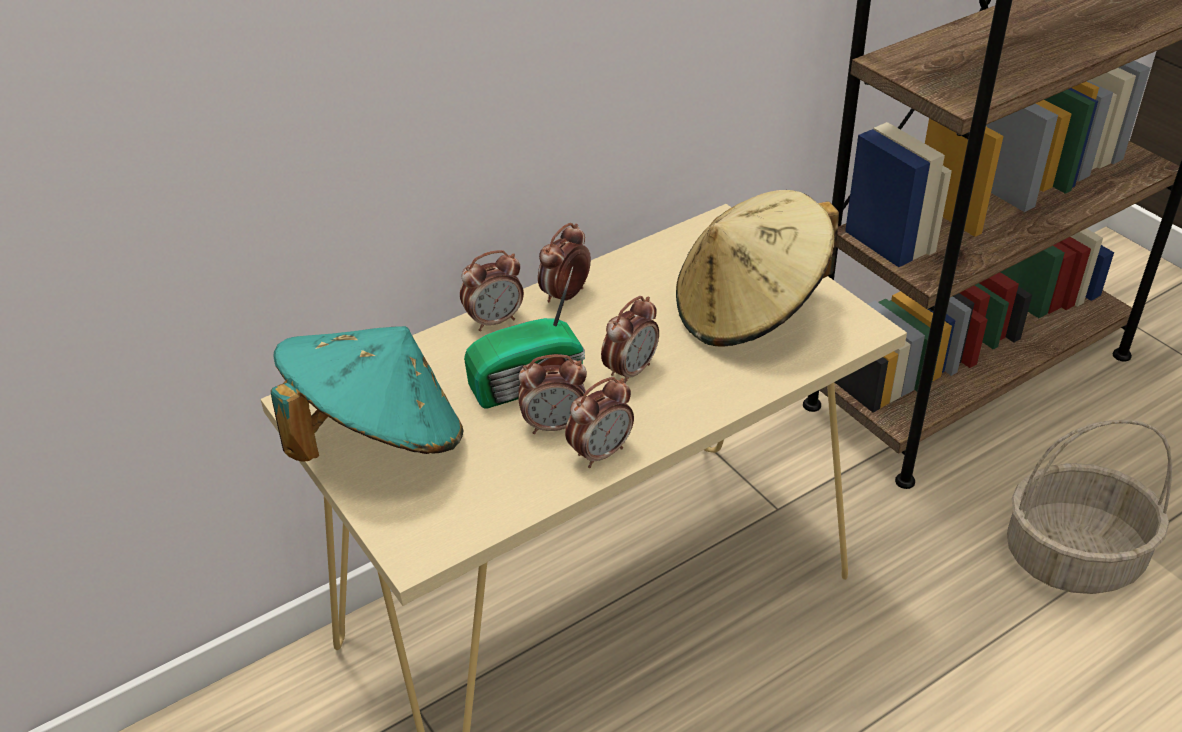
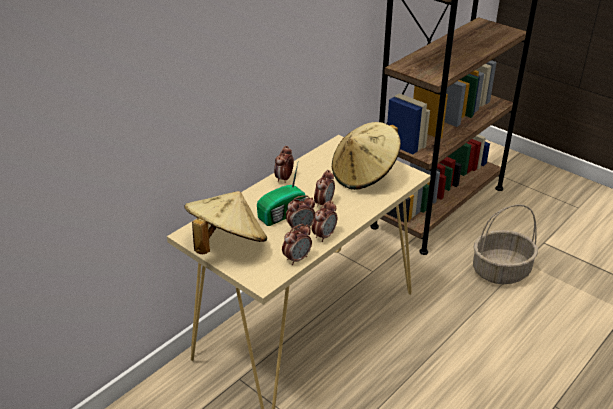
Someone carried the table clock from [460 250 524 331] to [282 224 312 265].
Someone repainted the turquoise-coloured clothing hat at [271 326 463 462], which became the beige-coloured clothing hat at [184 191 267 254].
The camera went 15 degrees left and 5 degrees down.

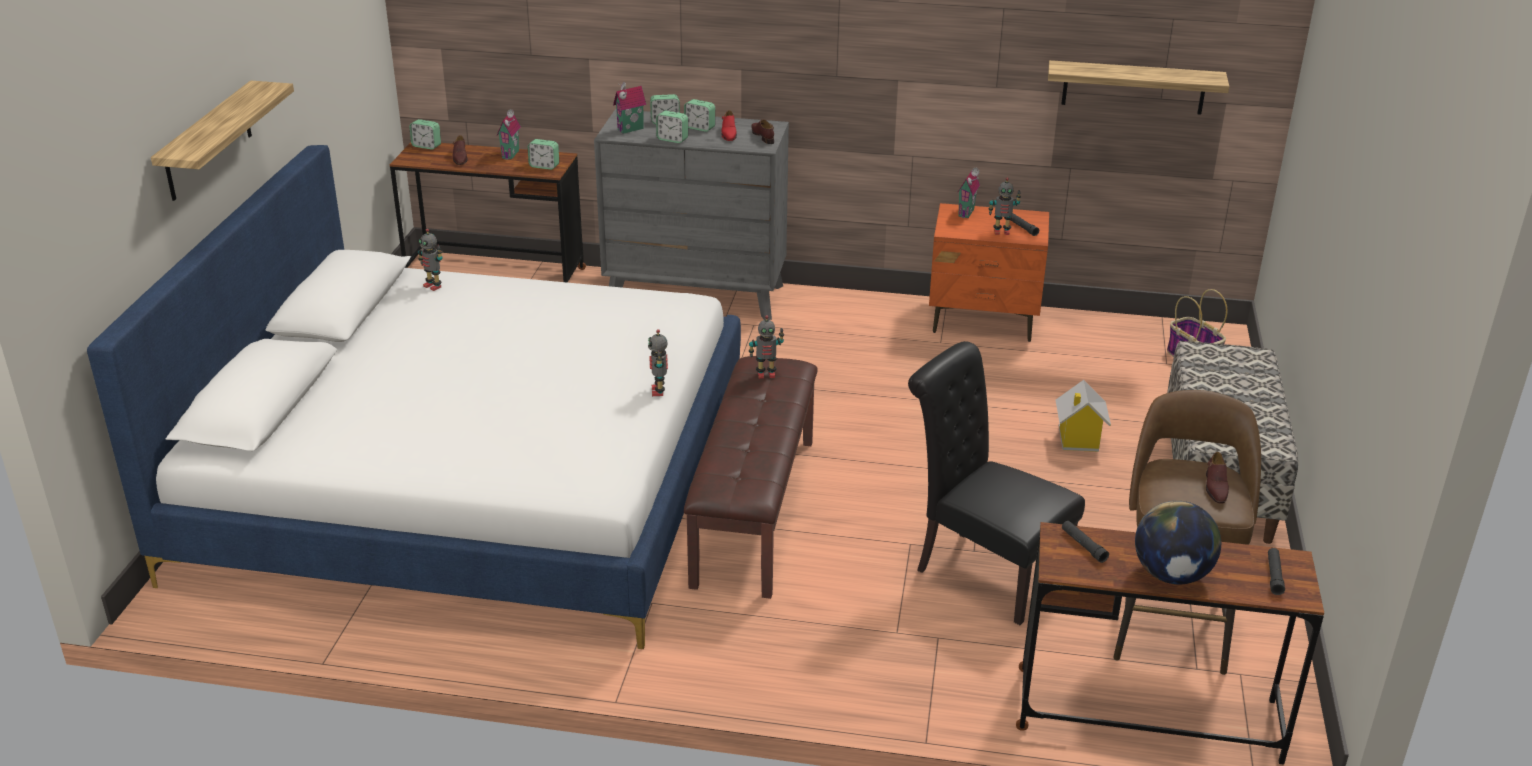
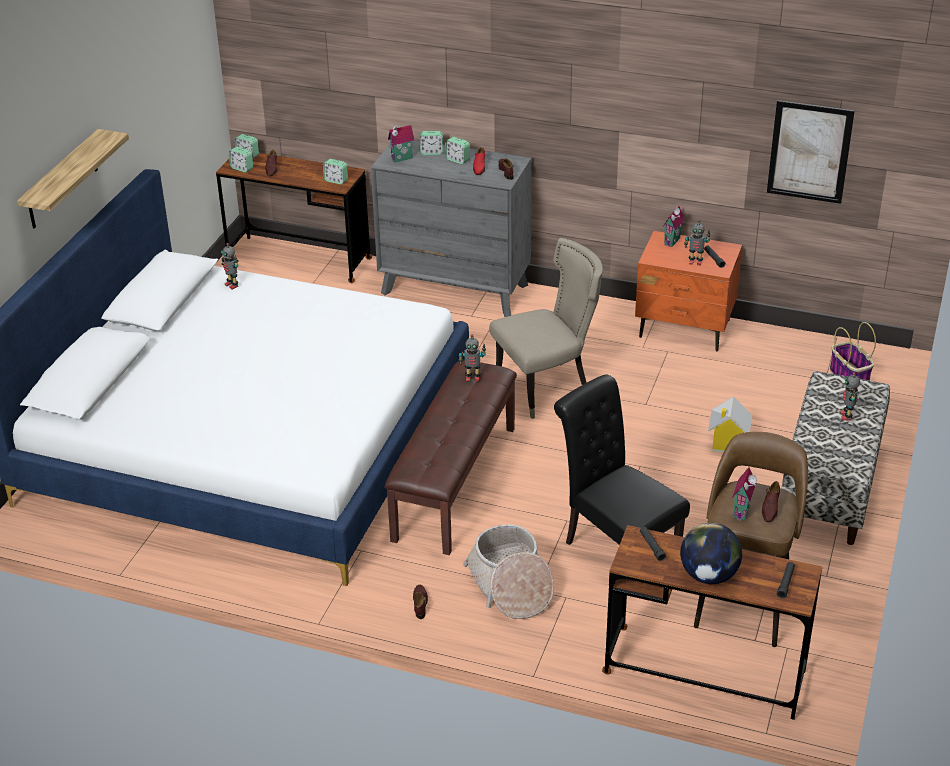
Someone swapped the shelf at [1048 60 1229 115] for the wall art at [767 100 855 204].
Someone carried the model house from [496 109 521 160] to [732 467 757 520].
Someone carried the table clock from [656 111 688 143] to [229 147 253 172].
Someone carried the model robot from [648 329 668 396] to [840 372 860 420].
Someone put down the beige-coloured plain chair at [489 238 603 419].
Someone put down the household basket at [463 525 554 619].
Someone put down the brownish shoe at [413 585 428 619].
The camera went 10 degrees right and 5 degrees up.

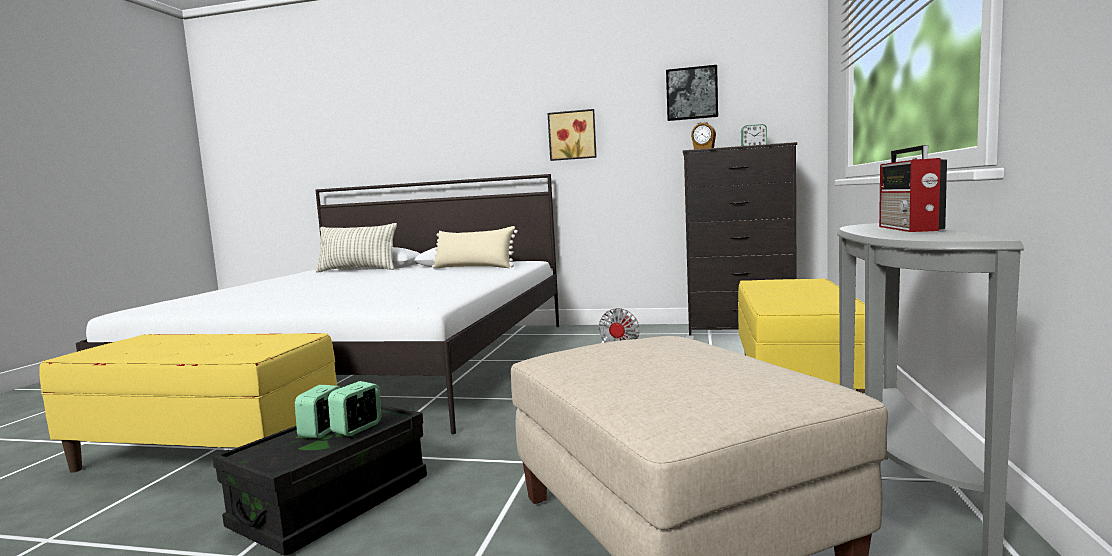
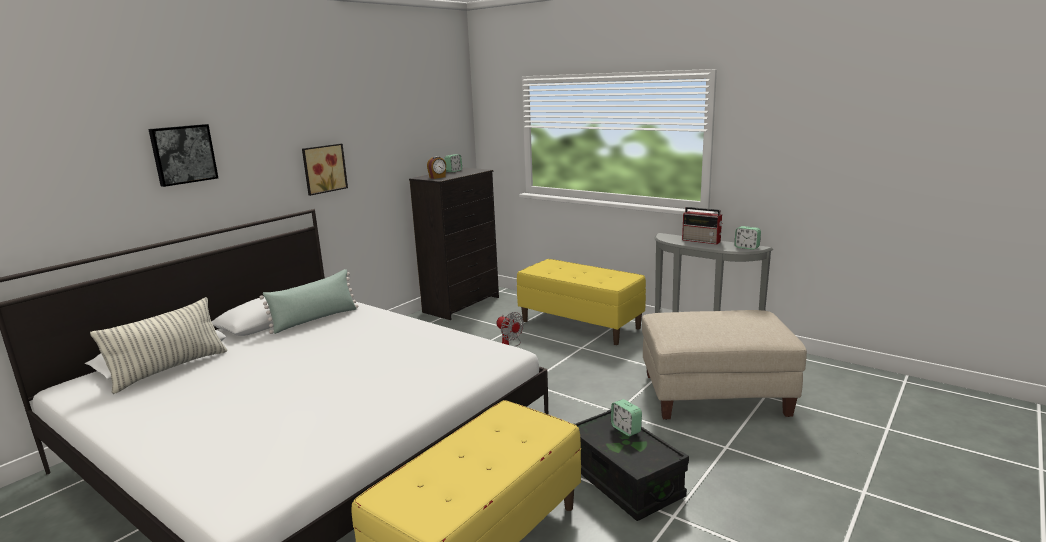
Someone carried the wall art from [666 65 718 121] to [148 124 218 187].
Someone repainted the beige-coloured cushion at [432 226 518 269], which became the green cushion at [259 269 358 334].
Someone carried the table clock from [295 385 340 438] to [734 226 761 250].
The camera went 65 degrees left and 10 degrees up.

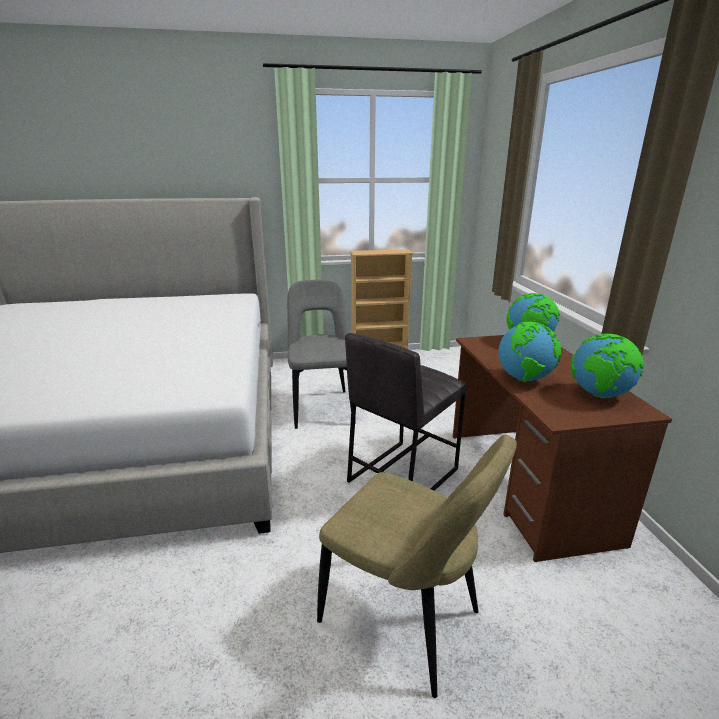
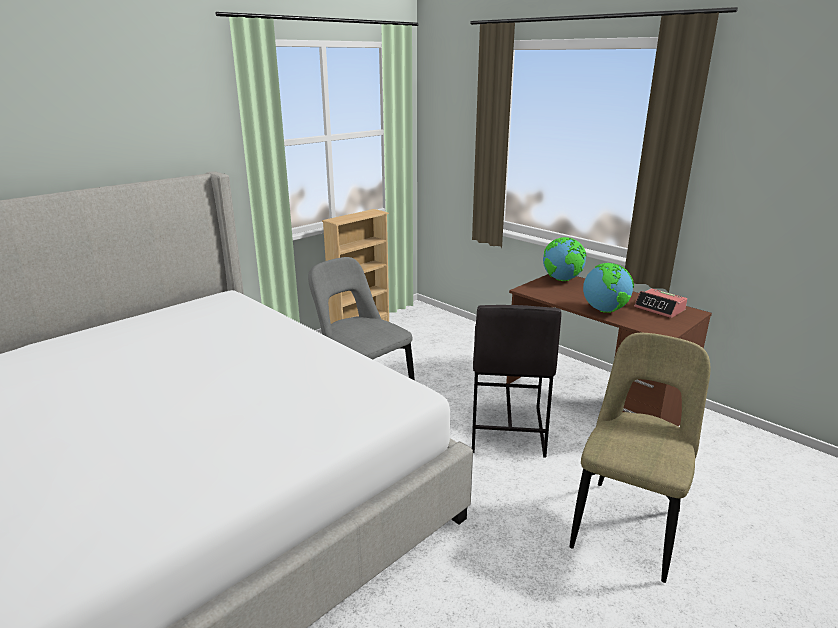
Someone swapped the desk globe at [571 334 644 399] for the table clock at [634 288 687 318].
Someone rotated the beige-coloured plain chair at [317 434 517 698] by 60 degrees counterclockwise.
The camera went 35 degrees left and 0 degrees up.

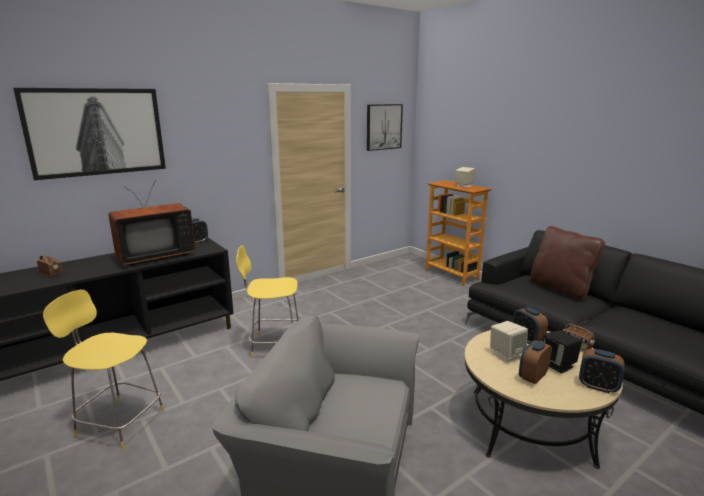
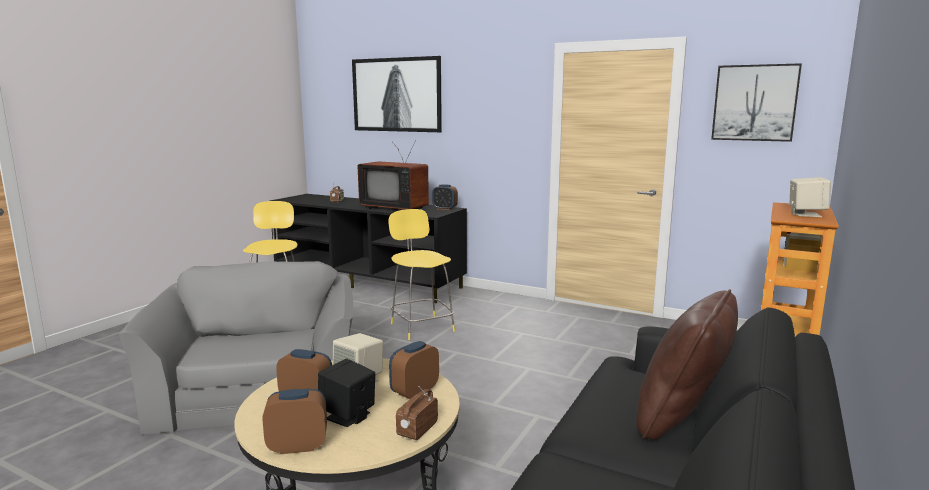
Someone rotated the table clock at [579 349 625 394] by 75 degrees clockwise.
The camera went 65 degrees right and 5 degrees down.

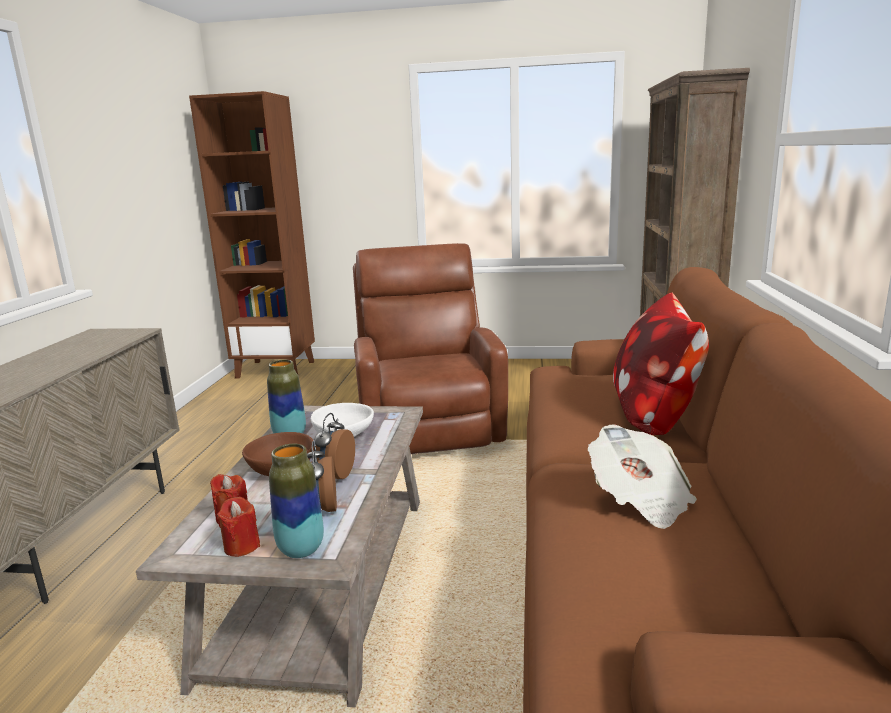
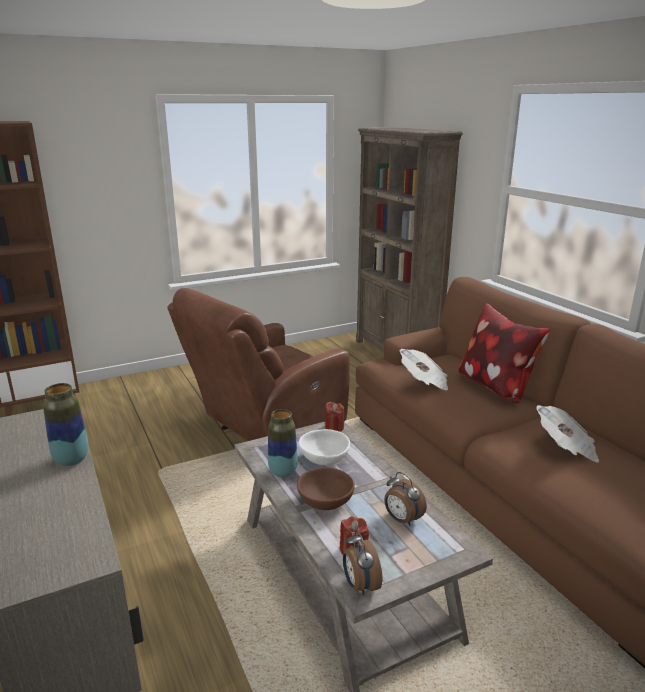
Someone rotated the brownish armchair at [353 243 508 454] by 90 degrees counterclockwise.
Someone carried the table clock from [314 413 355 479] to [343 531 382 596].
Someone carried the decorative vase from [269 444 324 558] to [43 383 88 466].
Someone carried the reddish wax light from [217 497 260 557] to [325 402 344 432].
Someone put down the printed paper at [400 349 448 390].
The camera went 35 degrees left and 5 degrees up.

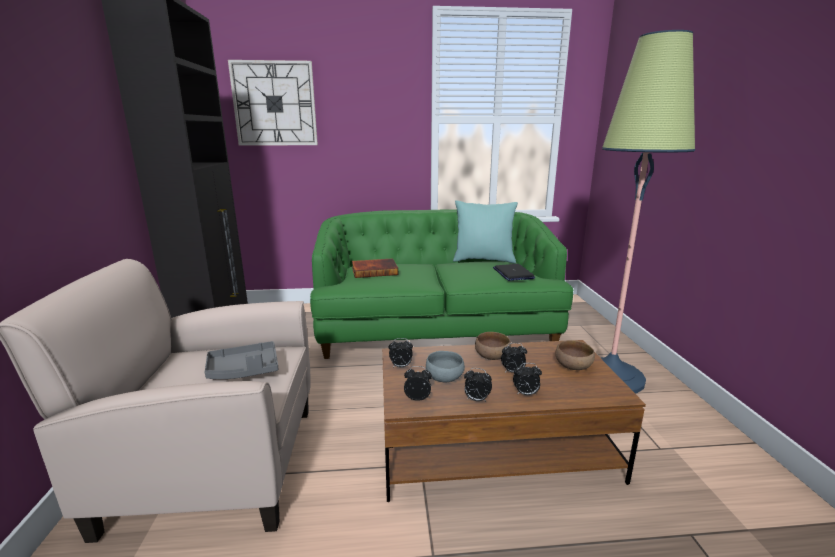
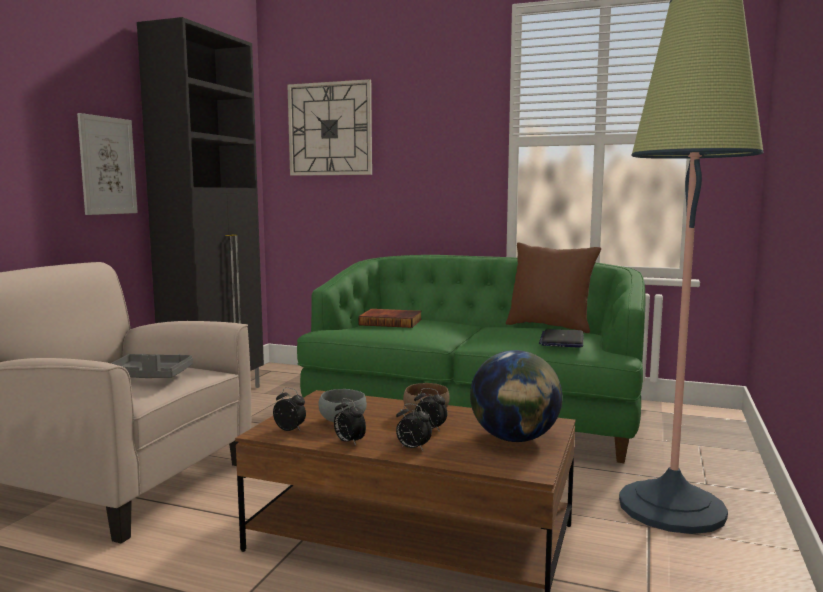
Someone repainted the turquoise-coloured cushion at [453 200 518 263], which became the brownish cushion at [506 242 601 333].
Someone took away the table clock at [389 338 413 368].
Someone swapped the brownish serving bowl at [555 340 595 370] for the desk globe at [470 350 562 442].
Someone put up the wall art at [77 113 138 215].
The camera went 25 degrees right and 10 degrees down.

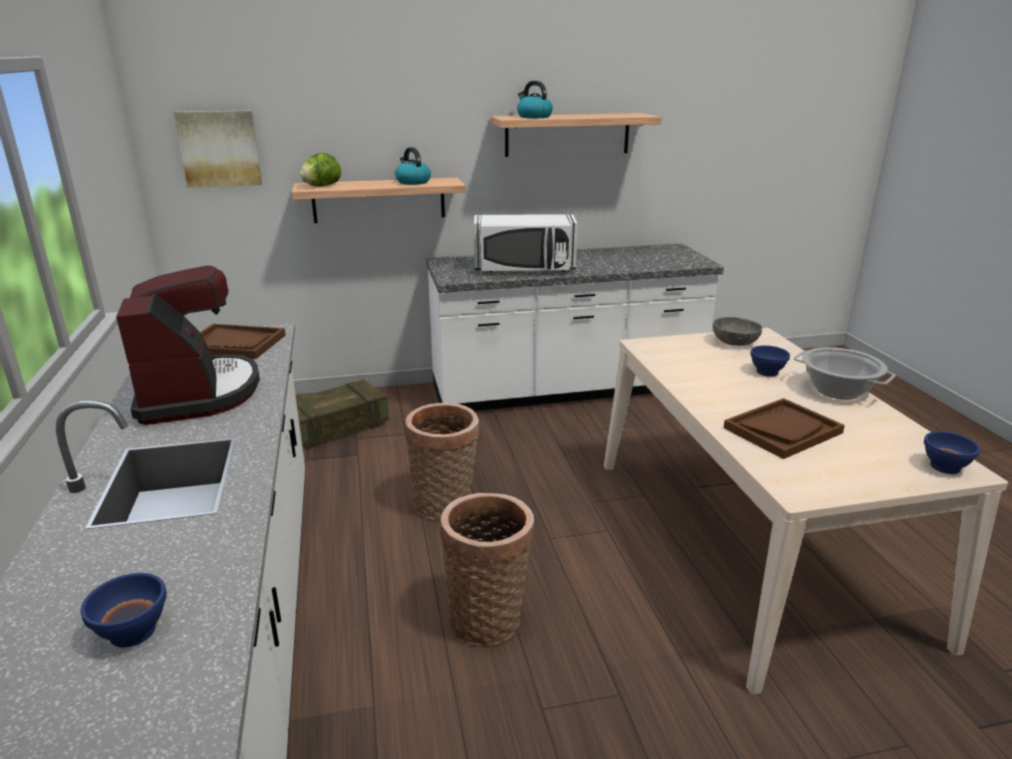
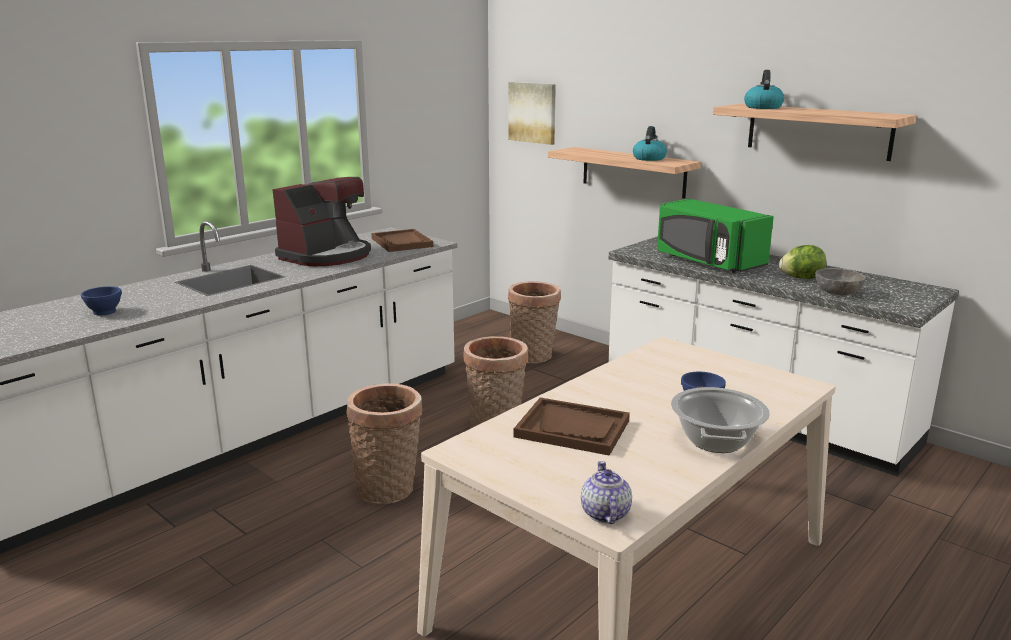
Someone carried the head of lettuce from [300 153 341 187] to [779 245 826 279].
Someone repainted the whitish kitchen microwave at [474 214 578 273], which became the green kitchen microwave at [657 199 774 273].
Someone carried the gray serving bowl from [713 317 763 346] to [815 268 866 295].
Someone swapped the shipping crate at [296 380 389 449] for the household basket at [508 281 561 363].
Someone swapped the bluish serving bowl at [924 431 980 474] for the pot for tea at [581 461 632 524].
The camera went 55 degrees right and 5 degrees down.

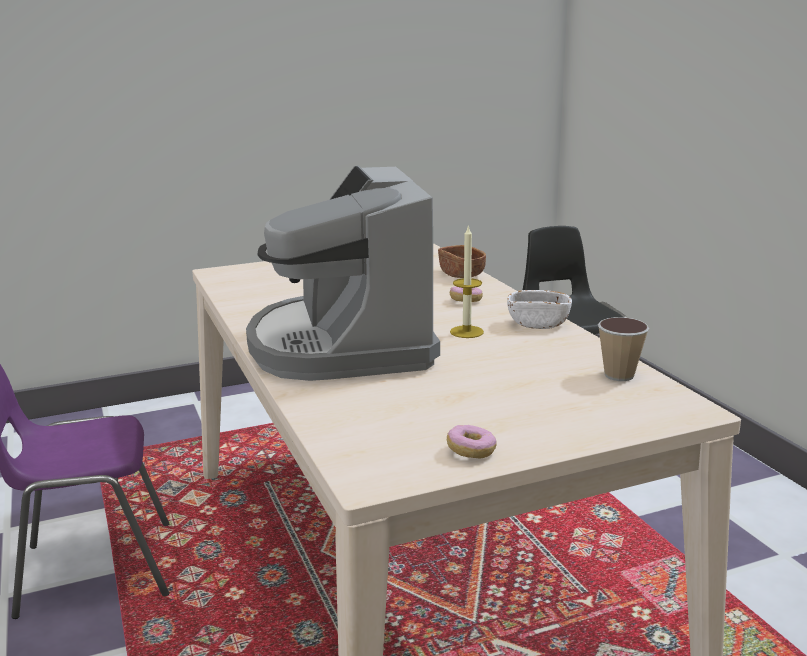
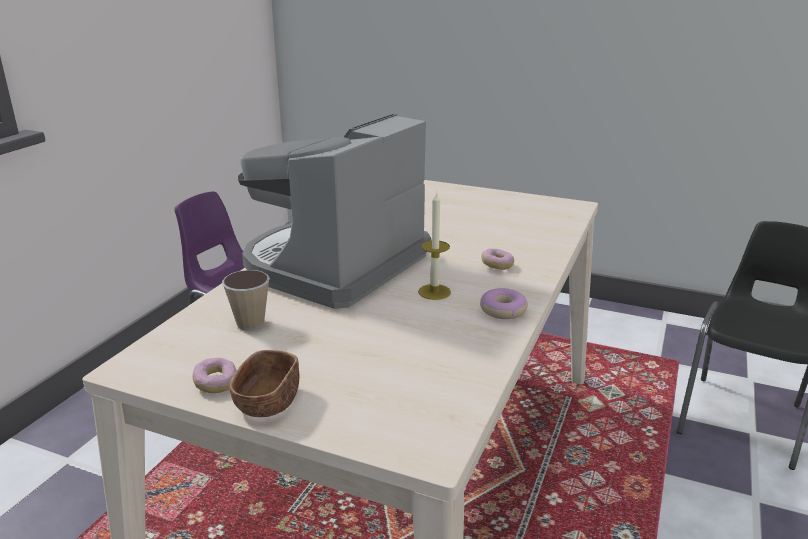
Someone carried the brownish serving bowl from [438 245 486 278] to [229 350 299 417].
Someone swapped the whitish serving bowl at [507 290 572 329] for the donut at [480 288 528 319].
Someone carried the cup from [598 317 649 381] to [222 270 270 331].
The camera went 45 degrees right and 5 degrees up.

